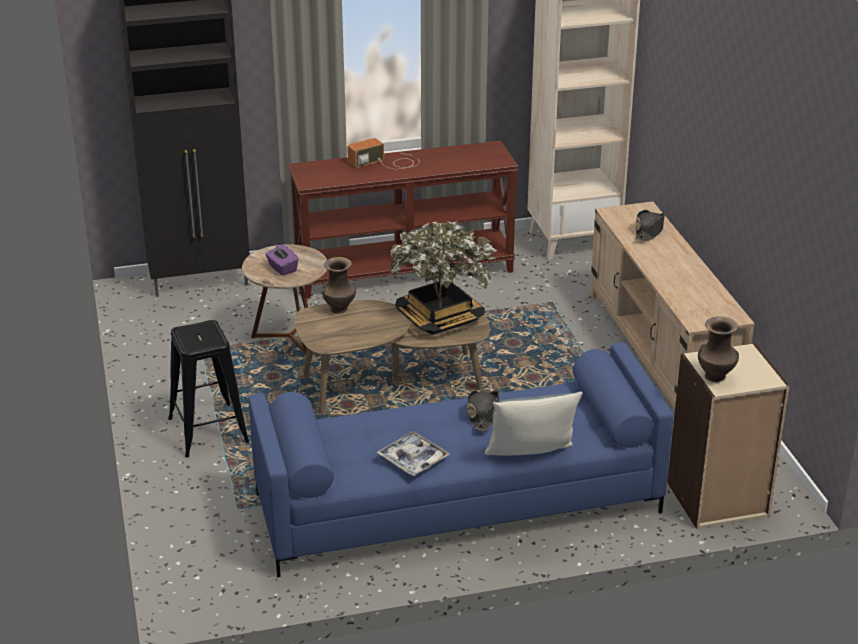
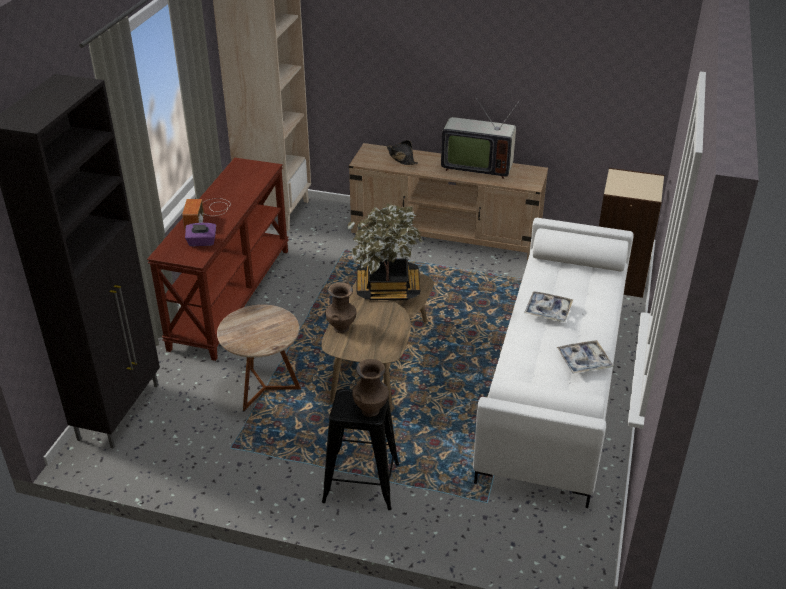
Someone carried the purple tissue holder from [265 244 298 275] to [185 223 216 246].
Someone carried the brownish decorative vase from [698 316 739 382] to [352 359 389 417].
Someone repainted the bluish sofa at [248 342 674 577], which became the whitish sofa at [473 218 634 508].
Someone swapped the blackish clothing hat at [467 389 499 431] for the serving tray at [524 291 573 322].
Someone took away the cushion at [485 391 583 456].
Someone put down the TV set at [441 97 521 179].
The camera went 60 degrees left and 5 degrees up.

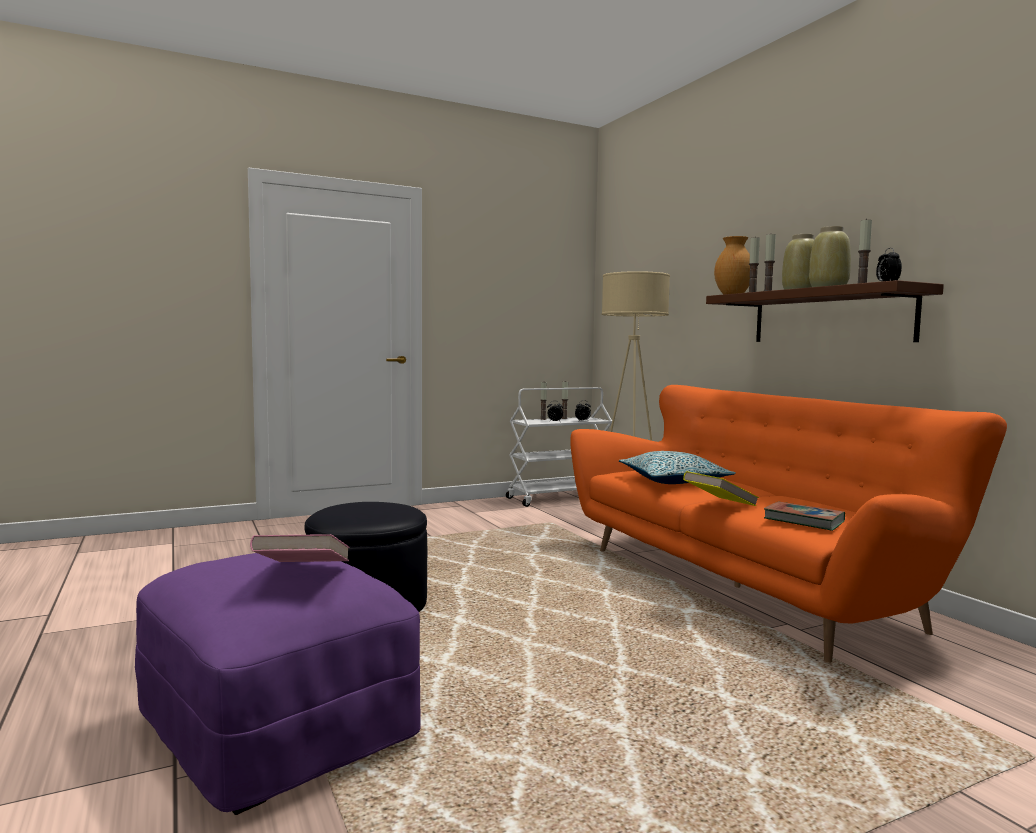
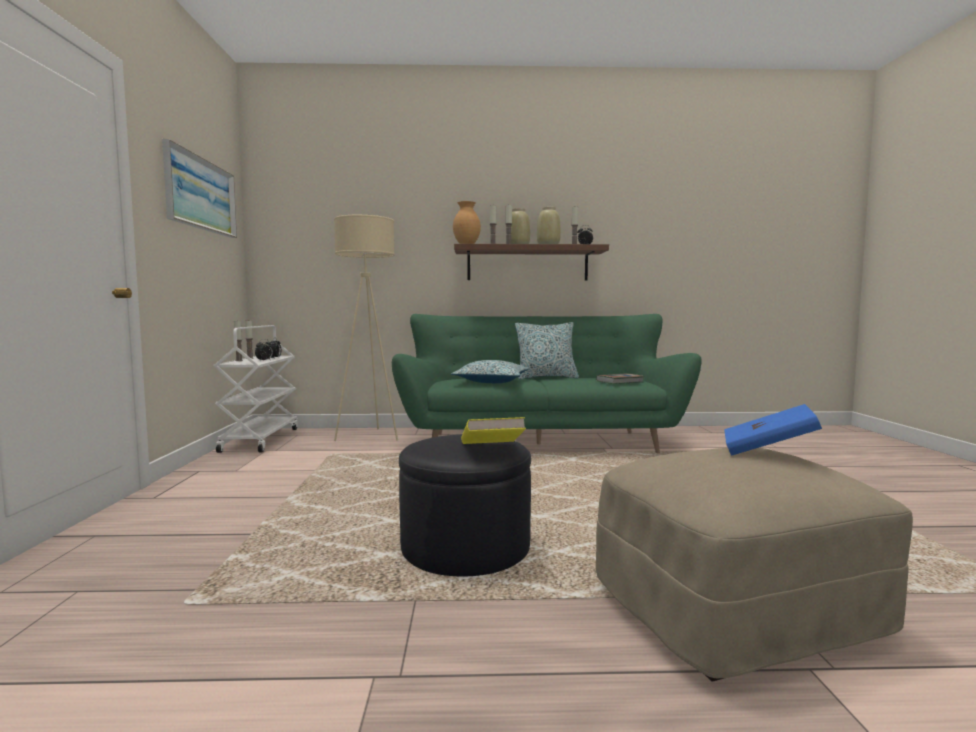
Someone repainted the orange sofa at [571 385 1007 663], which became the green sofa at [392 314 702 453].
Someone carried the yellowish book from [683 471 759 506] to [461 417 526 444].
Someone repainted the pinkish book at [250 534 350 562], which became the bluish book at [724 404 822 456].
Someone repainted the purple footrest at [135 553 421 815], which became the beige-coloured footrest at [596 448 913 682].
Someone put up the wall art at [162 139 237 238].
Someone put down the cushion at [515 322 579 379].
The camera went 65 degrees left and 0 degrees up.

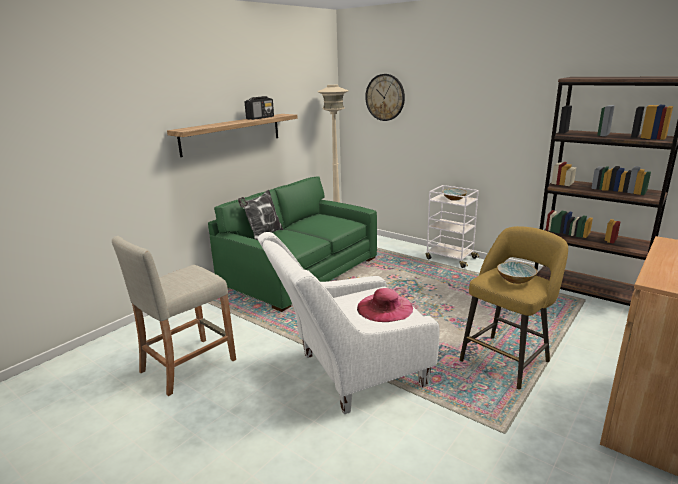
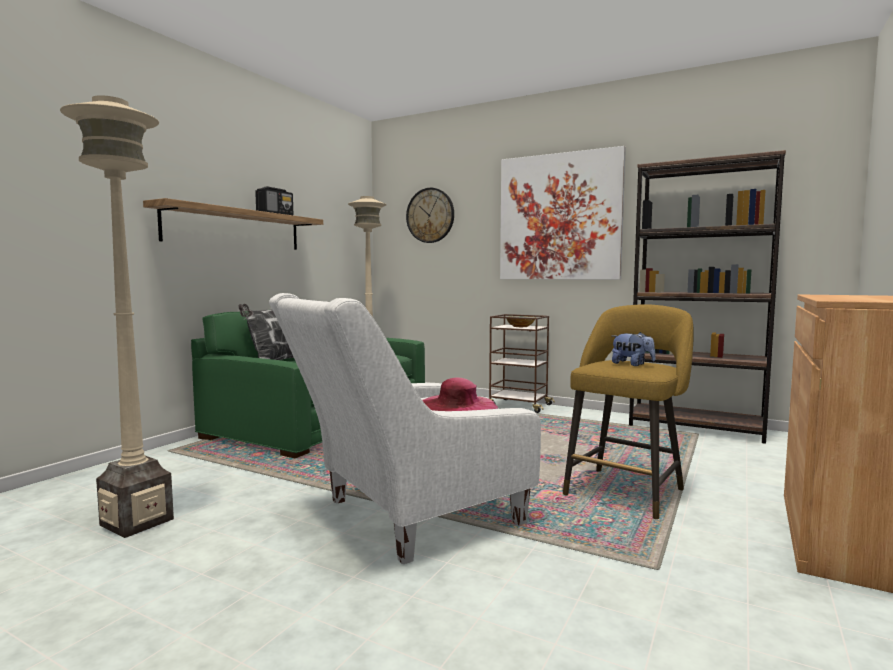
Someone repainted the whitish wheeled cart at [426 185 479 268], which became the brownish wheeled cart at [489 314 555 413].
Someone swapped the beige-coloured stool seat at [112 236 236 396] for the beige-coloured standing lamp at [60 95 174 538].
Someone swapped the serving bowl at [497 262 537 284] for the soft toy at [612 332 655 366].
Someone put up the wall art at [500 146 626 279].
The camera went 10 degrees left and 15 degrees down.

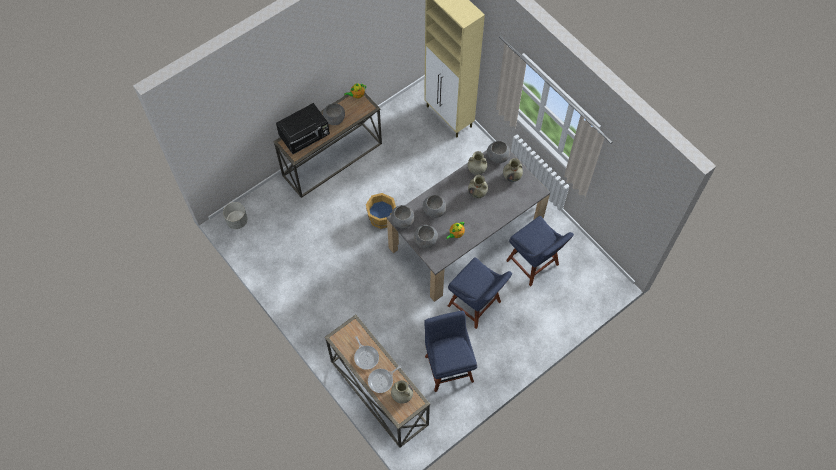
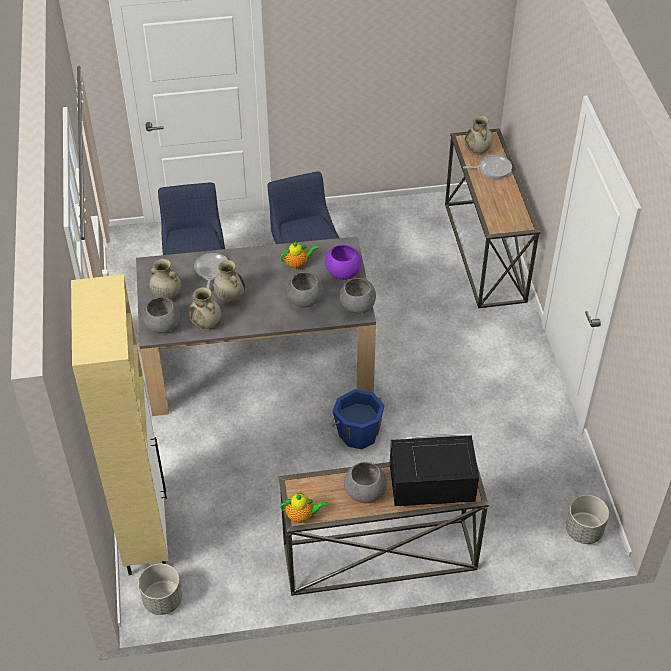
Someone repainted the orange bucket at [366 193 396 229], which became the bluish bucket at [330 389 385 449].
Someone repainted the gray serving bowl at [414 225 438 248], which became the purple serving bowl at [325 245 362 280].
Someone took away the bluish plain chair at [424 311 477 392].
Someone carried the skillet from [354 336 379 370] to [194 253 228 288].
Someone put down the gray planter at [139 564 182 615].
The camera went 150 degrees left and 15 degrees down.

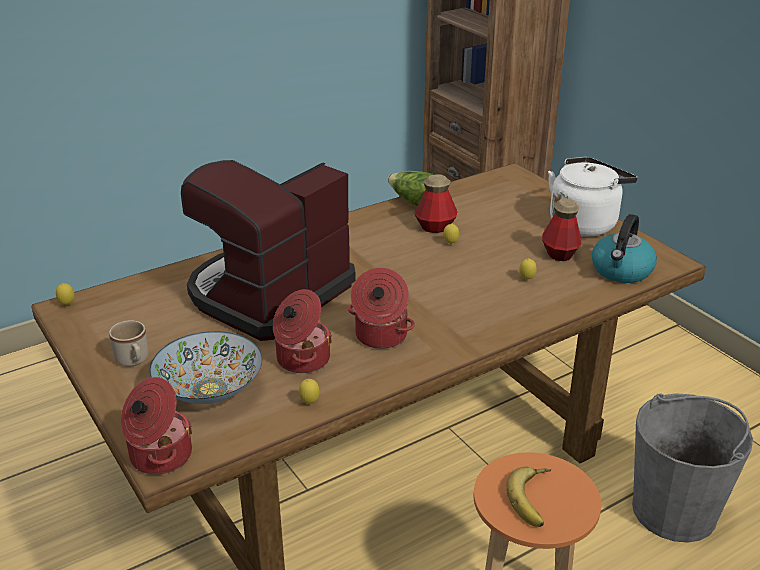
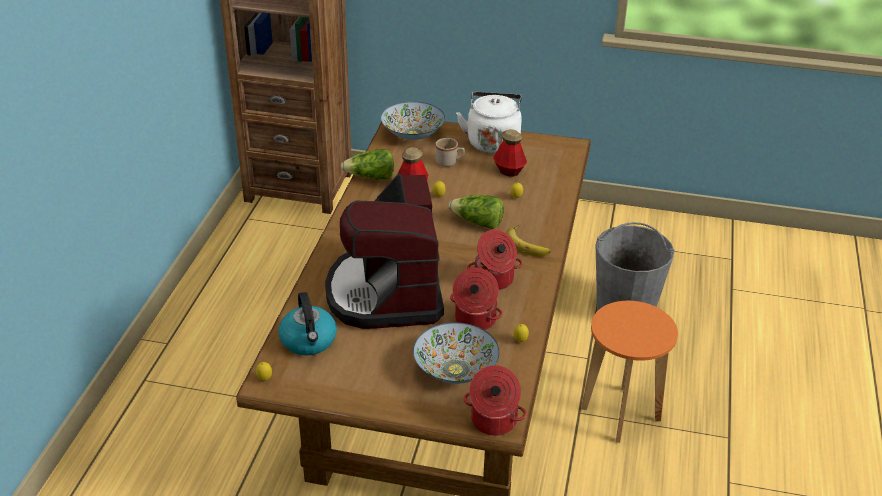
Someone carried the kettle from [592 214 657 283] to [279 292 337 356].
Someone carried the beige-coloured mug from [109 320 149 367] to [435 138 465 167].
Someone carried the banana fruit from [506 466 551 527] to [505 224 550 257].
Someone put down the serving bowl at [381 101 445 140].
Someone put down the head of lettuce at [449 195 504 229].
The camera went 45 degrees left and 5 degrees up.

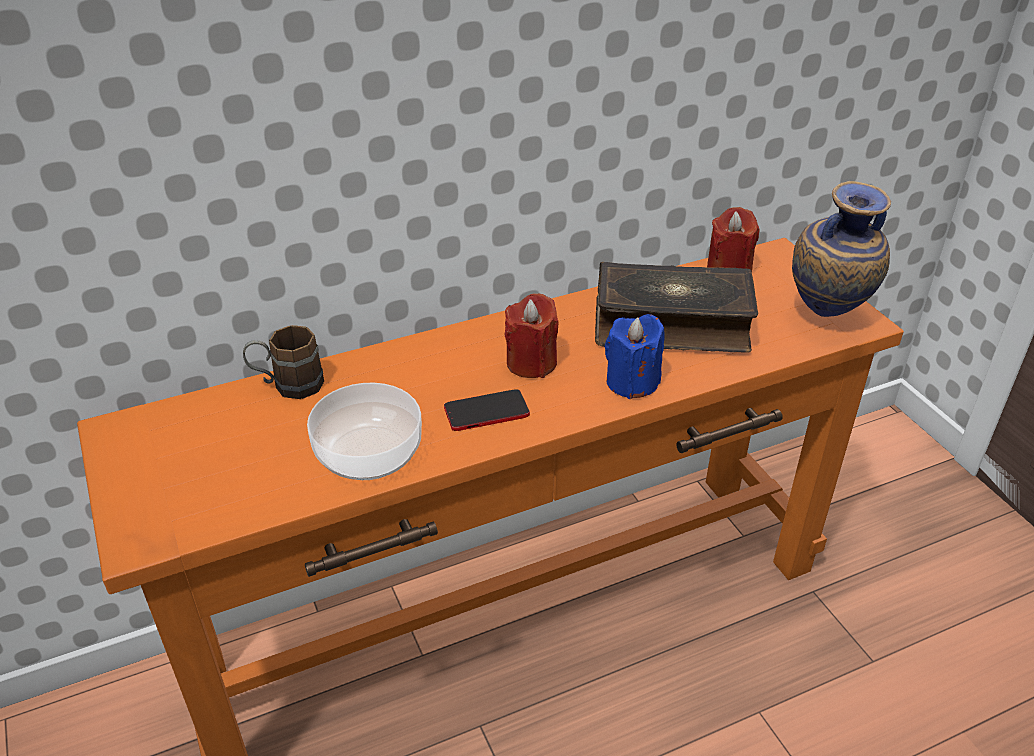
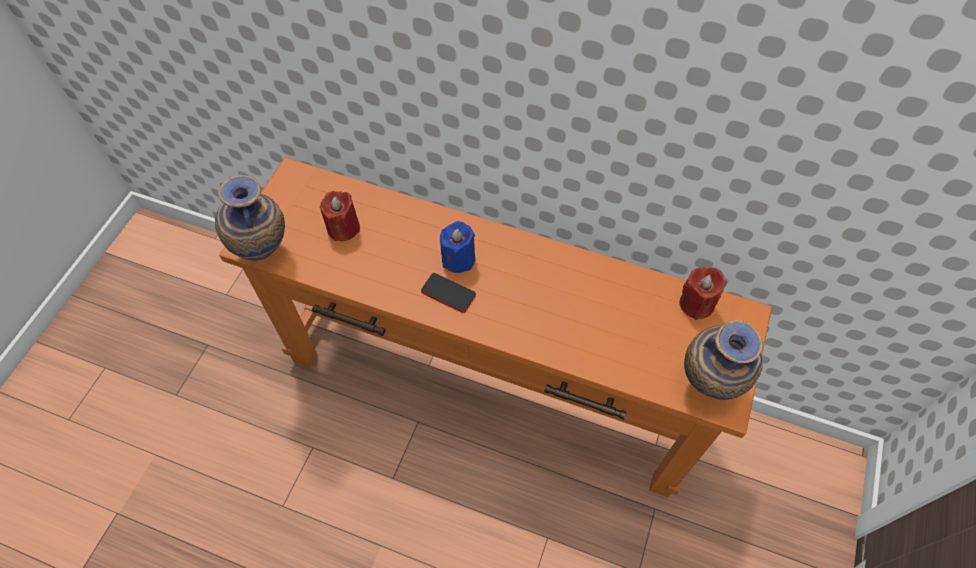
Someone took away the book at [595 262 758 353].
Someone carried the reddish wax light from [505 293 558 378] to [320 191 360 242].
Someone carried the bluish wax light from [605 314 665 399] to [440 221 475 273].
Someone took away the brownish mug at [243 325 324 399].
Someone took away the serving bowl at [307 383 422 480].
Someone put down the decorative vase at [215 175 285 261].
The camera went 45 degrees right and 20 degrees up.

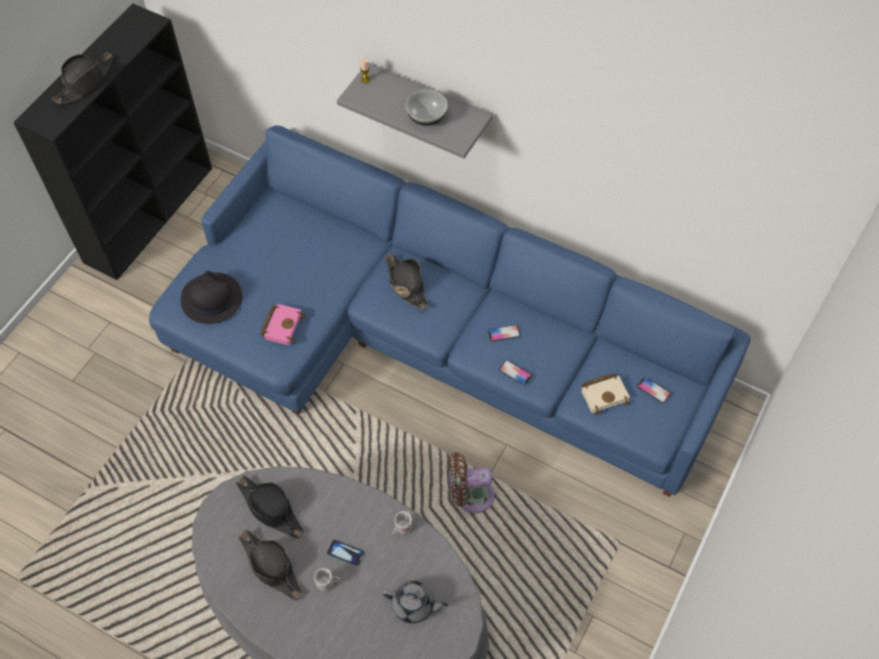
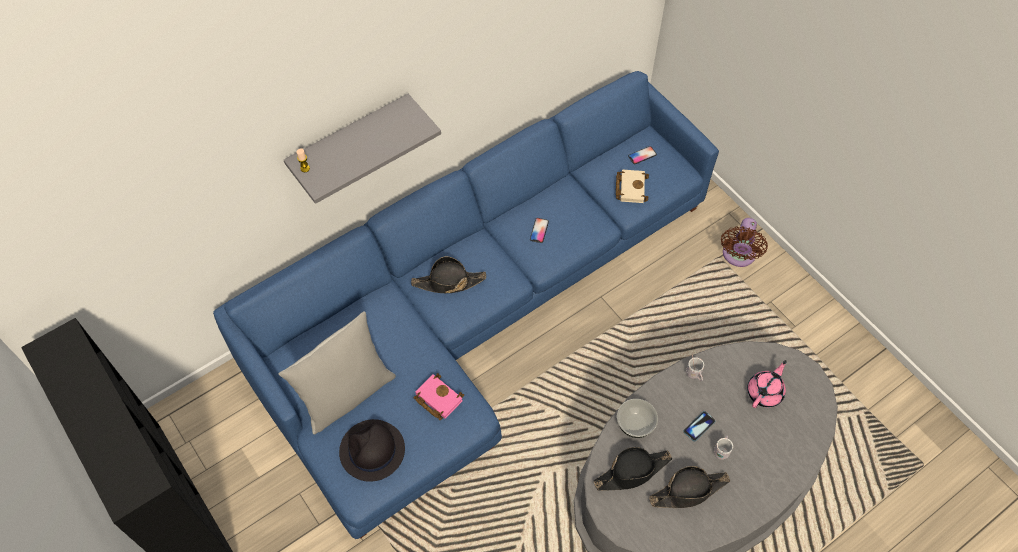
Someone took away the blackish clothing hat at [52 52 113 104].
Someone carried the serving bowl from [406 89 448 126] to [617 399 658 438].
Someone took away the handset at [499 360 532 385].
Someone carried the brownish fan from [449 452 494 513] to [721 218 768 267].
Someone repainted the gray pot for tea at [381 580 448 623], which became the pinkish pot for tea at [747 360 787 408].
Someone put down the gray cushion at [278 311 396 434].
The camera went 65 degrees left and 0 degrees up.

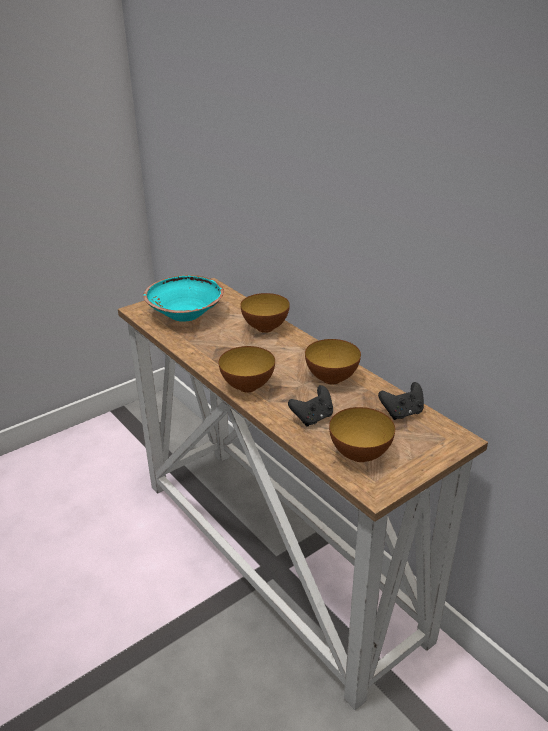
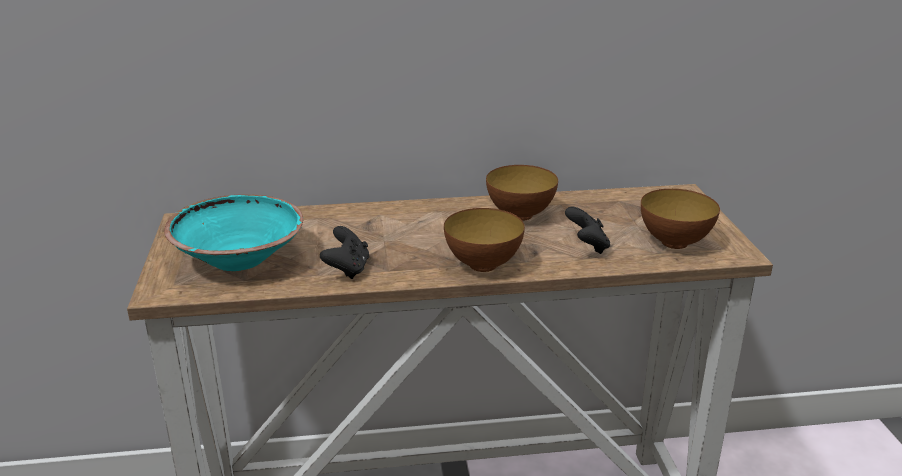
Someone took away the serving bowl at [240 293 290 333].
Someone carried the blackish gamepad from [378 382 424 420] to [320 226 369 279].
The camera went 60 degrees left and 5 degrees down.

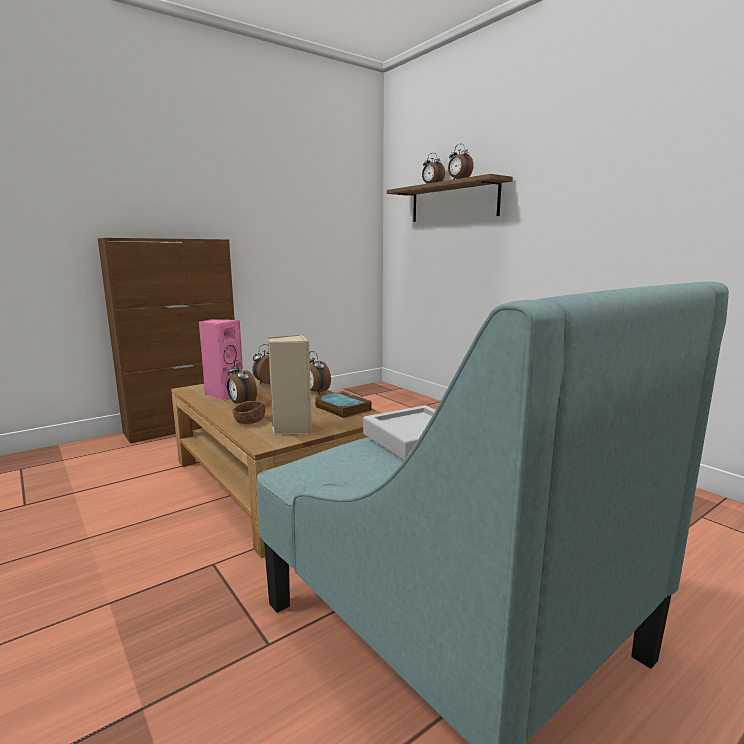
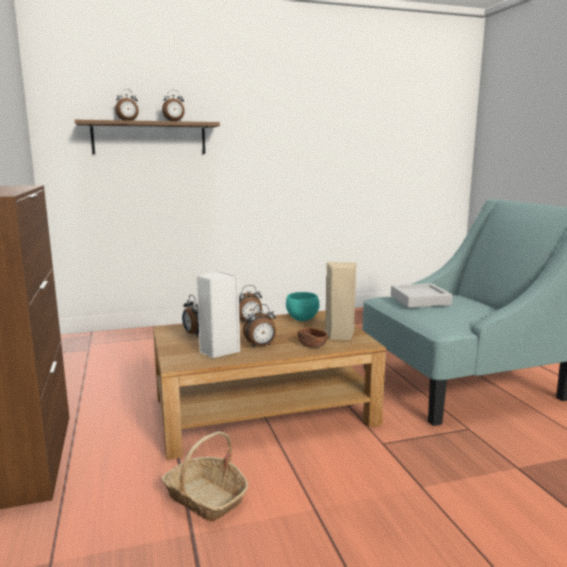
Someone repainted the pinkish speaker at [199 319 243 401], which became the whitish speaker at [197 270 240 358].
Someone swapped the book at [315 391 372 418] for the turquoise-coloured serving bowl at [286 292 320 321].
Someone put down the household basket at [161 431 248 522].
The camera went 70 degrees left and 0 degrees up.

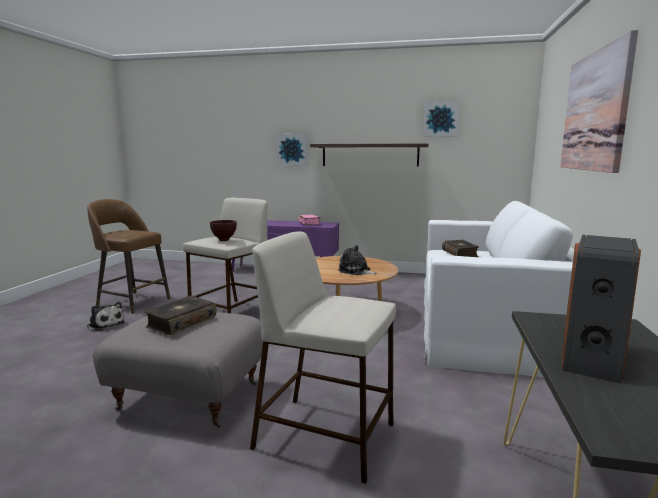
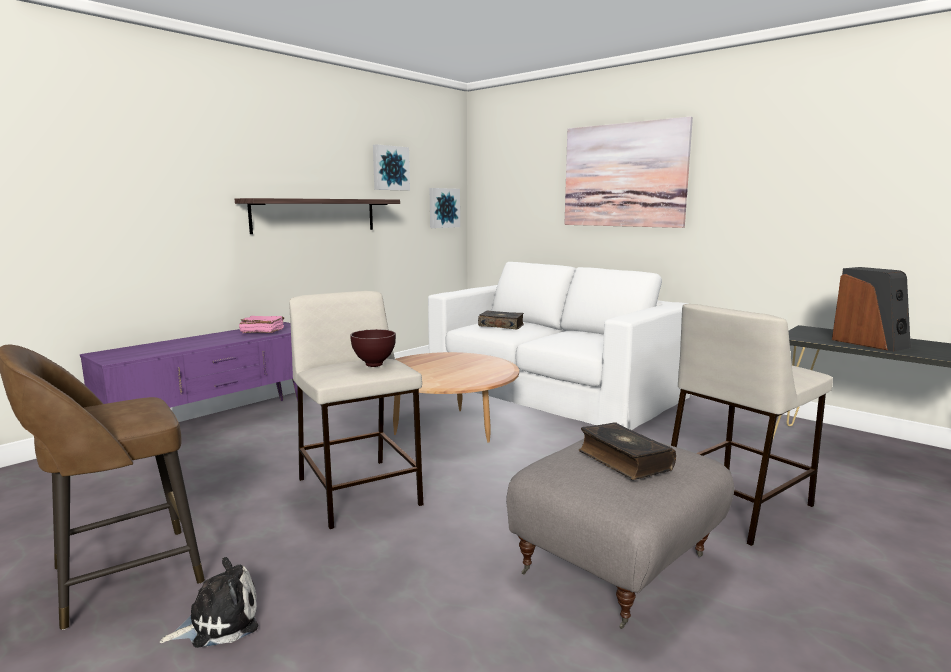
Someone carried the wall art from [277 134 308 165] to [430 188 460 228].
Someone took away the soft toy at [338 245 378 275].
The camera went 60 degrees left and 0 degrees up.

